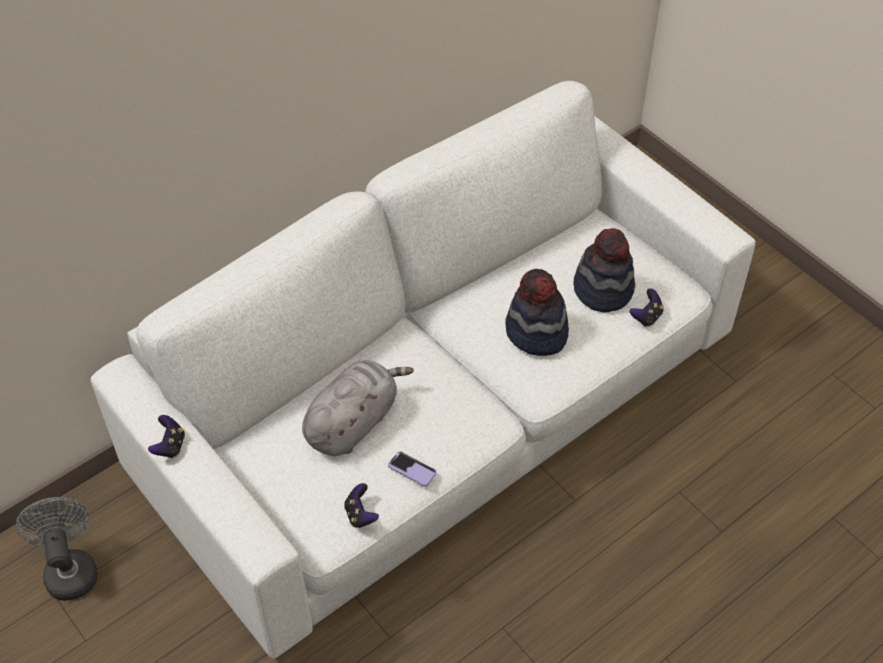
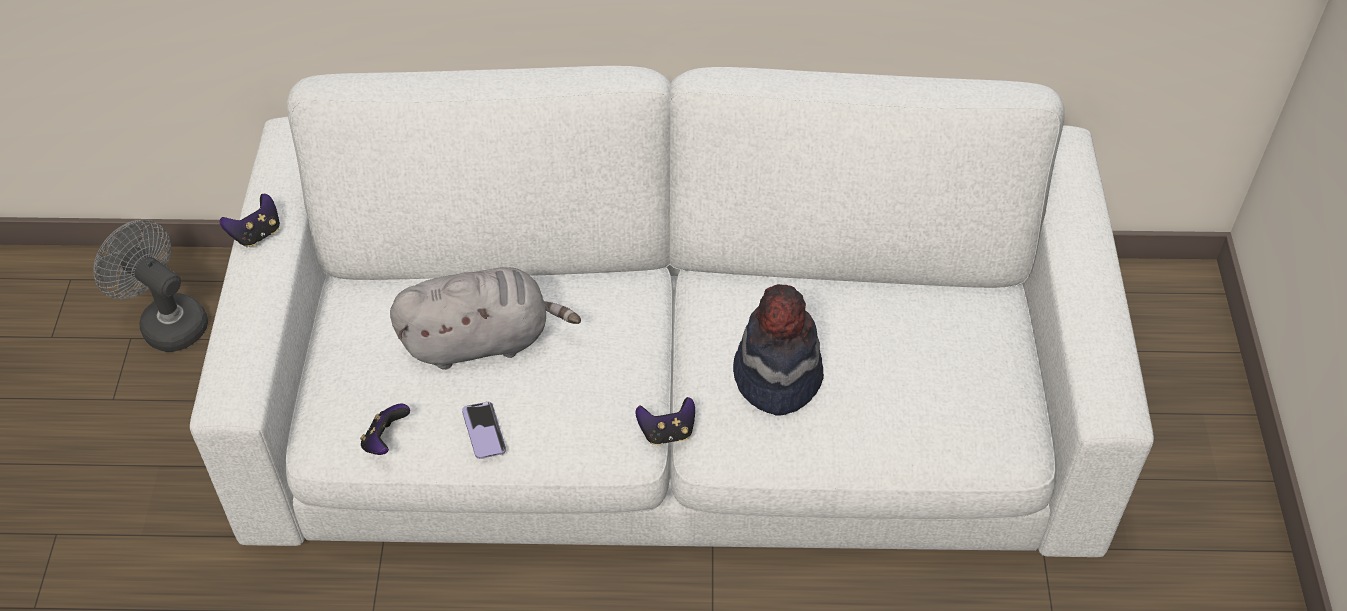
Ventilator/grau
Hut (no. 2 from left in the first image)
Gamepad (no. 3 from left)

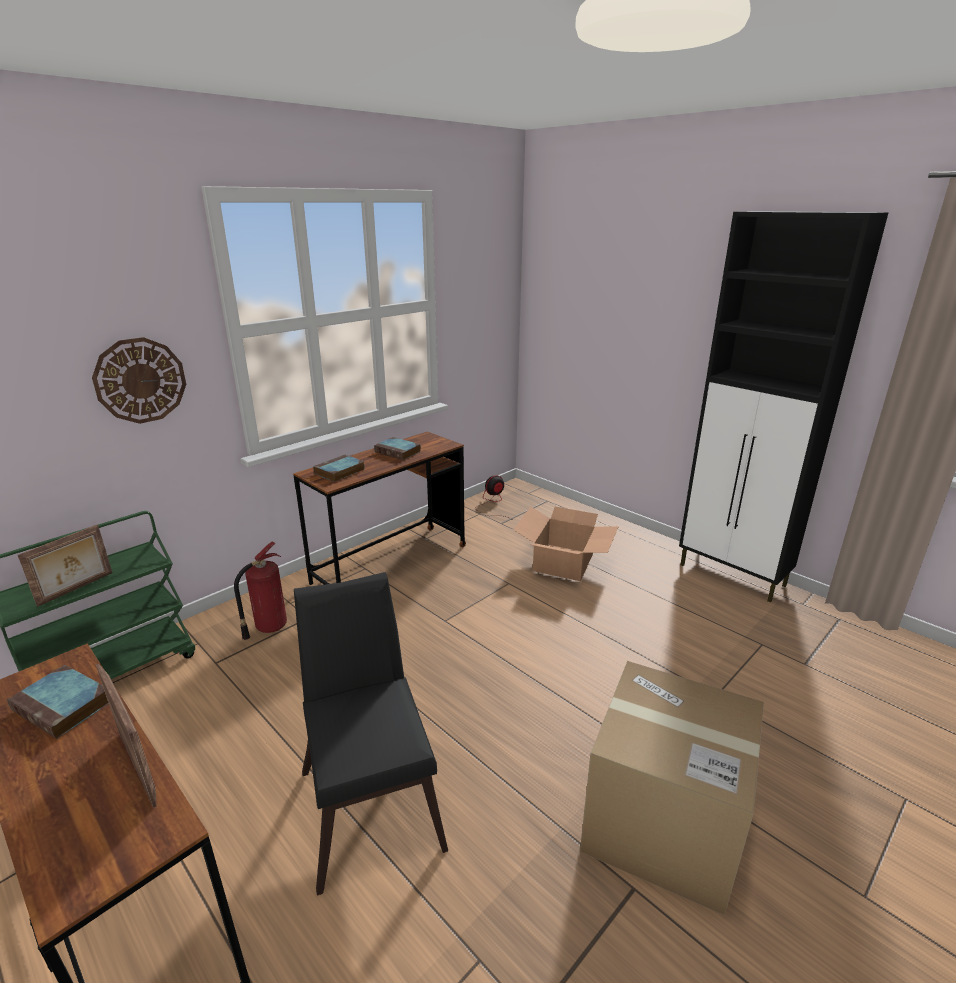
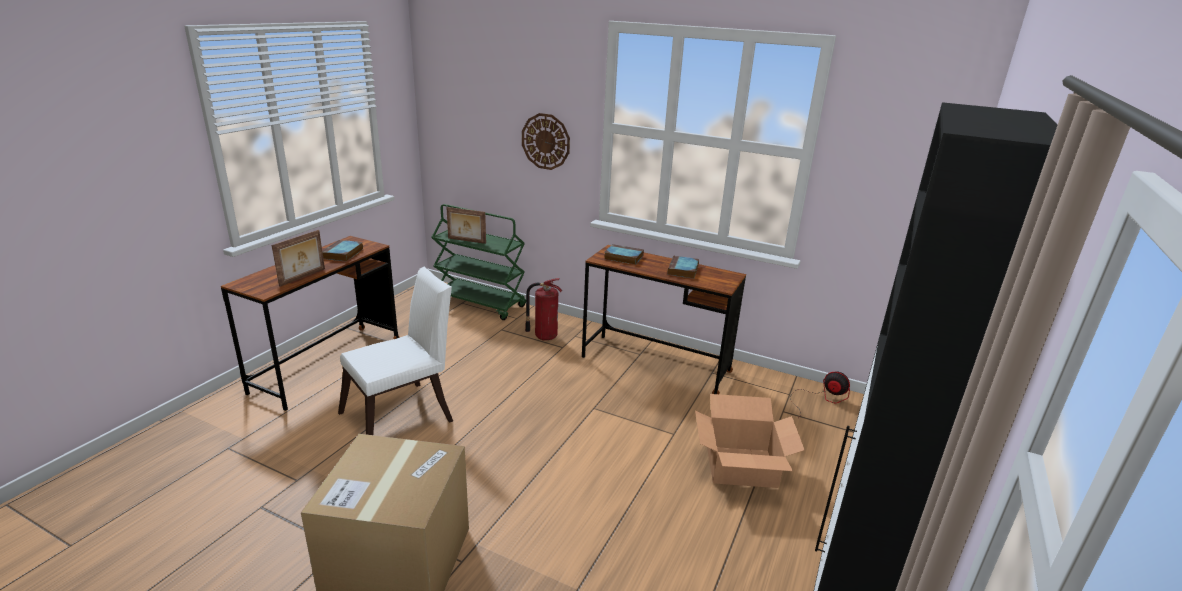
Stuhl/weiß

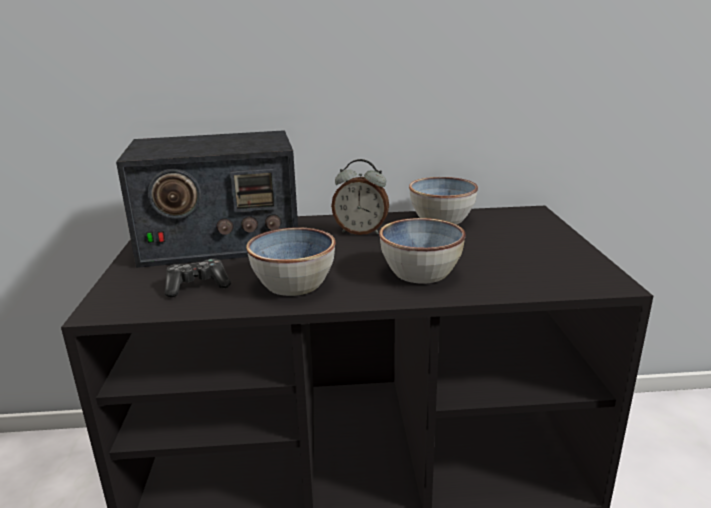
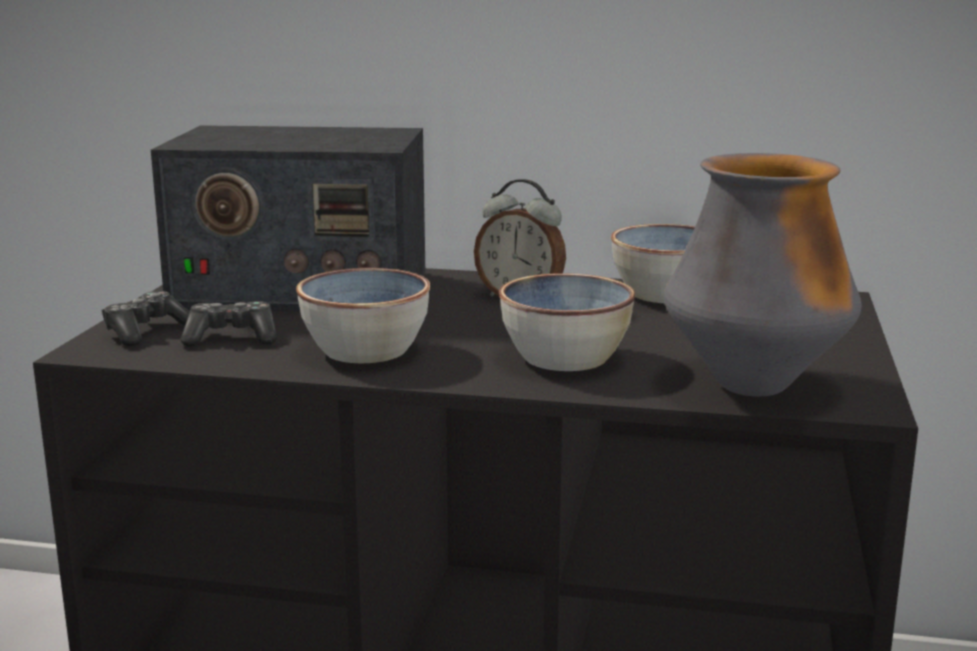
Gamepad (no. 1 from left)
Vase

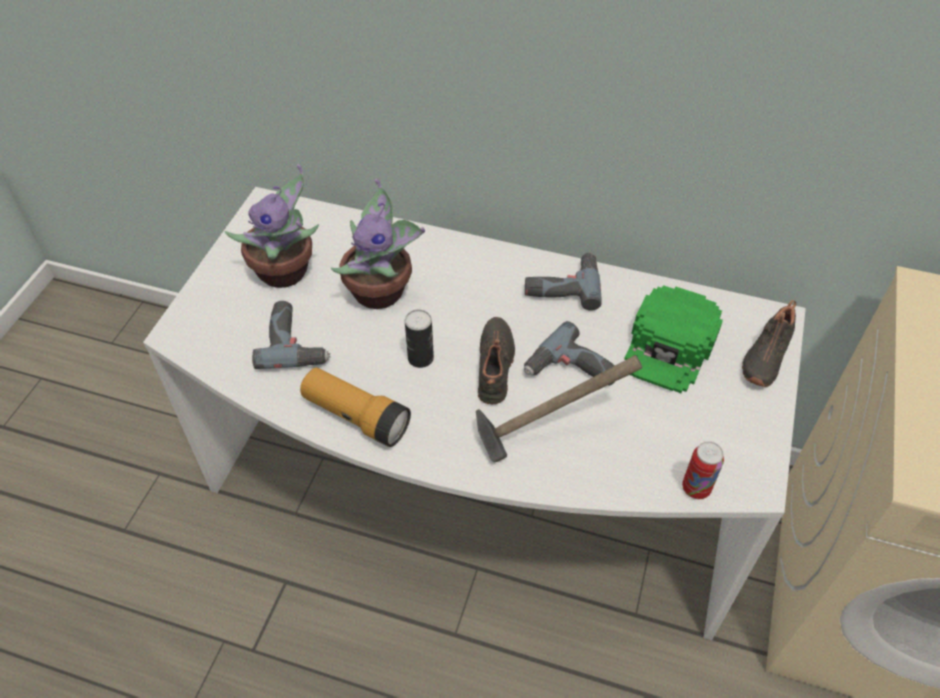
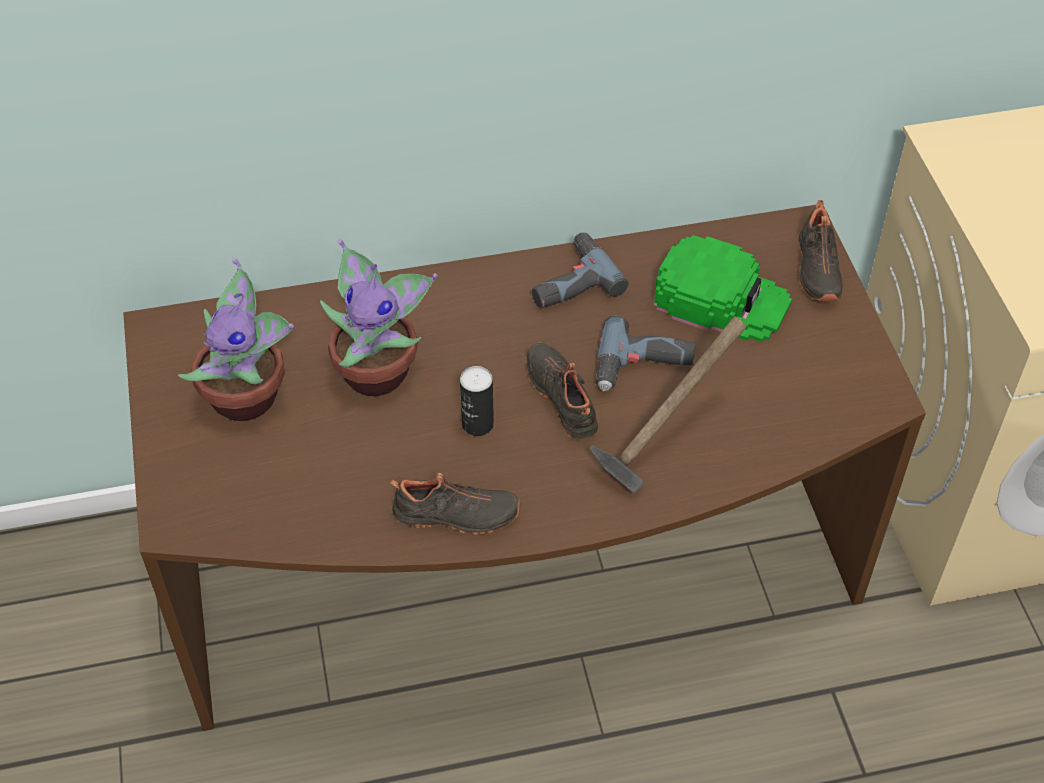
Schreibtisch/braun
Bohrmaschine (no. 1 from left in the first image)
Schuh/schwarz (no. 1 from left)
Kappe/grün
Dose (no. 2 from left in the first image)

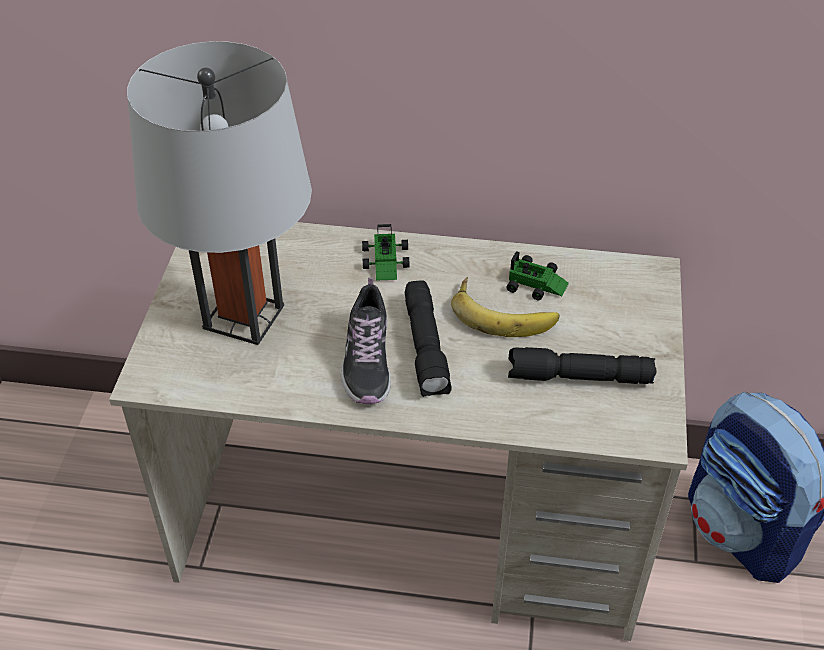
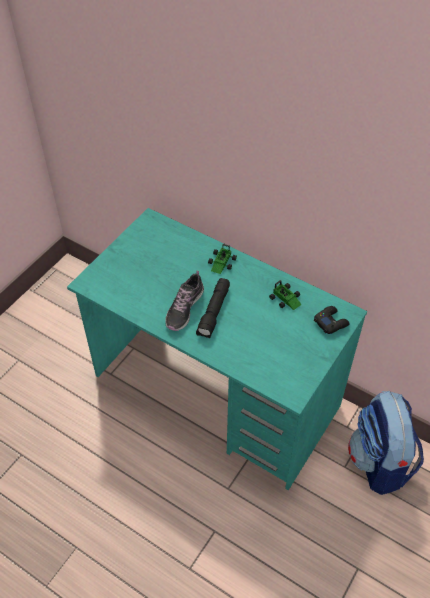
Schreibtisch/türkis
Tischlampe/grau
Banane
Taschenlampe/schwarz (no. 2 from left in the first image)
Gamepad/schwarz

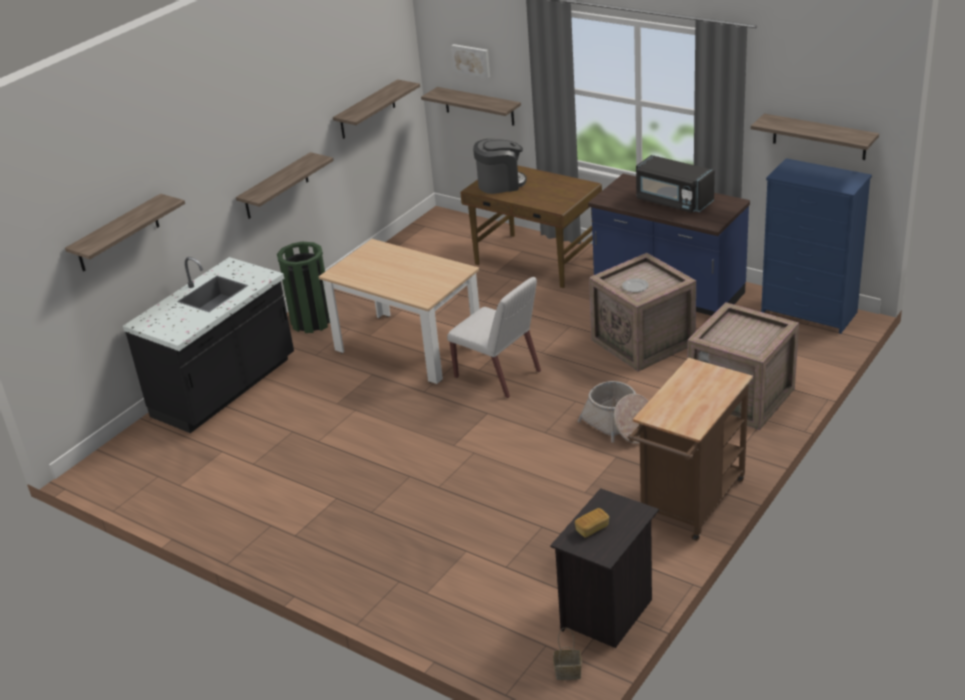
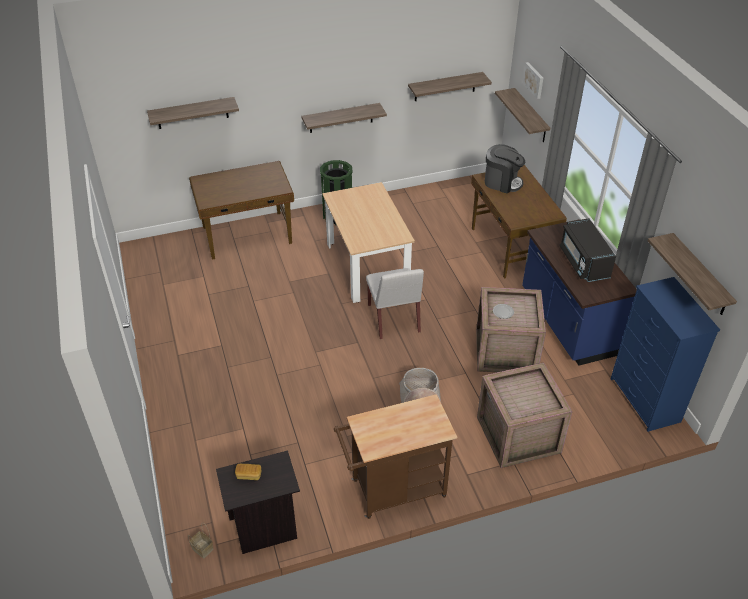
Schreibtisch/braun (no. 1 from left)

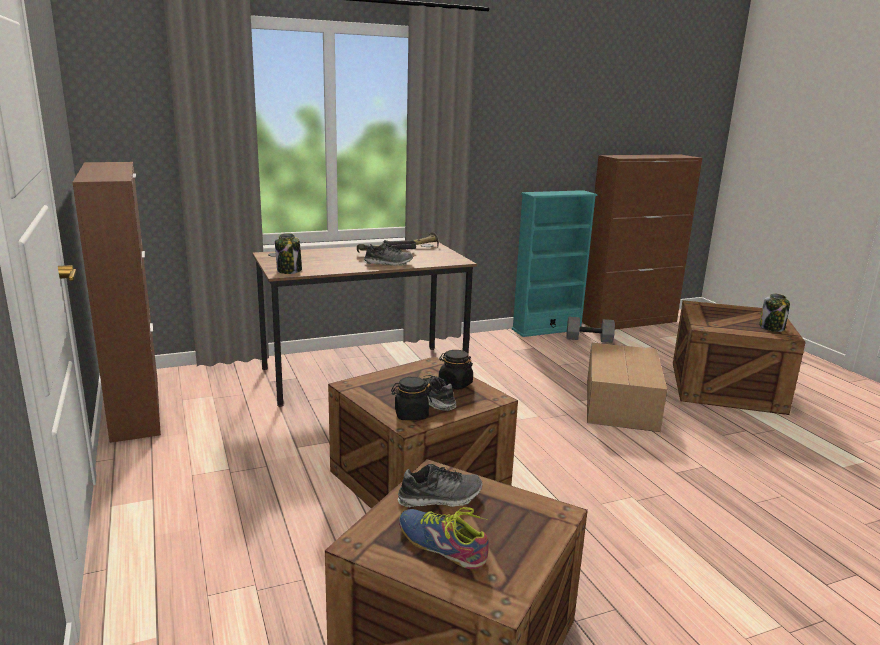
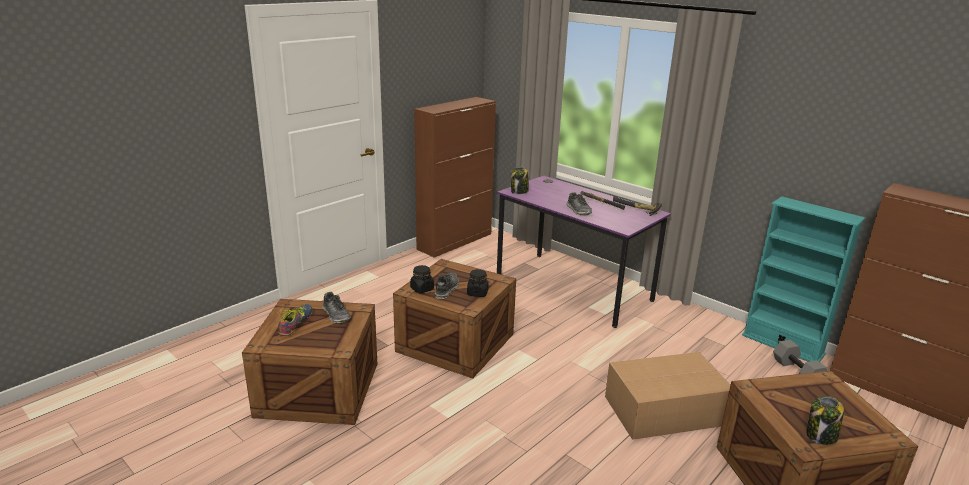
Schreibtisch/lila

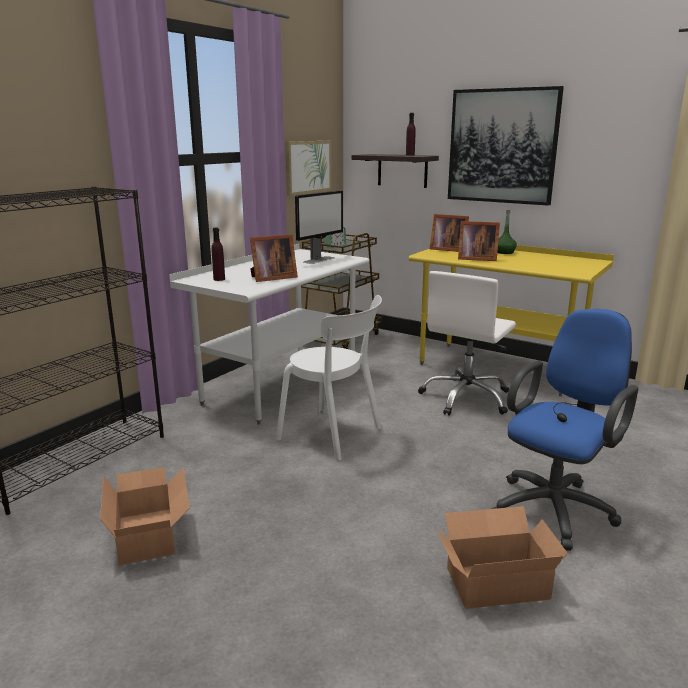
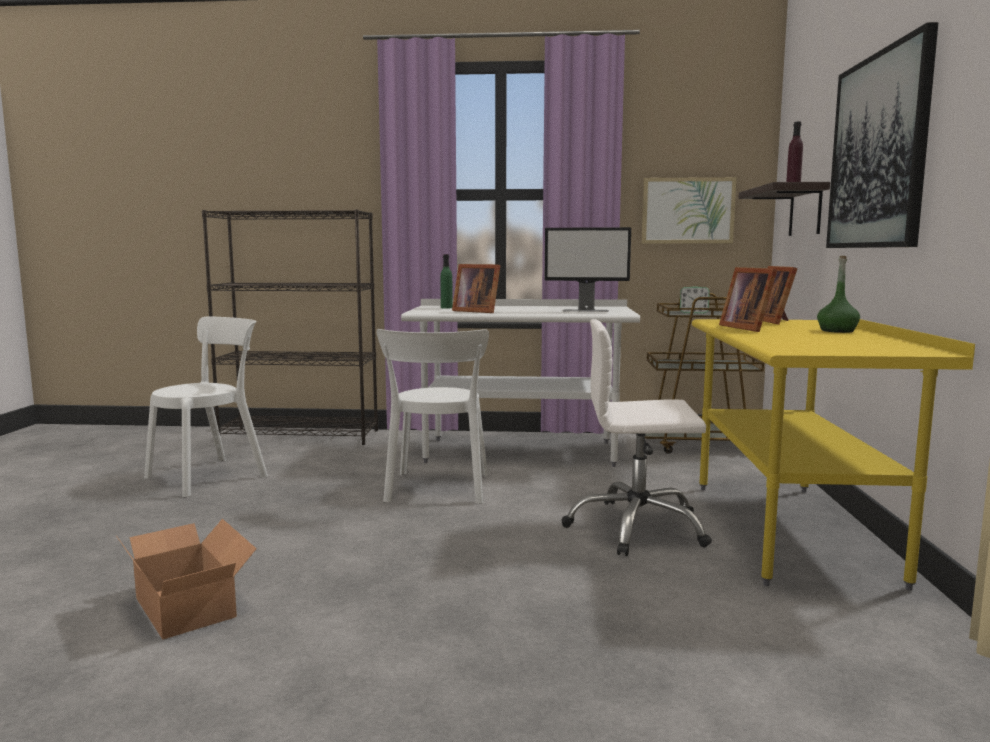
Stuhl/weiß (no. 1 from left)
Flasche/grün (no. 1 from left)
Bürostuhl/blau

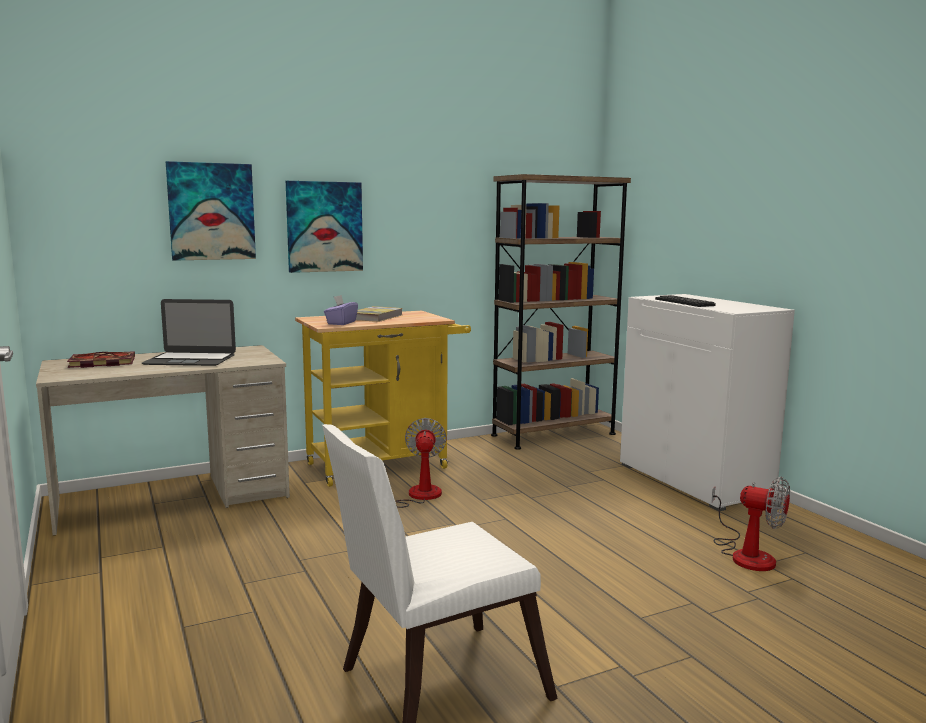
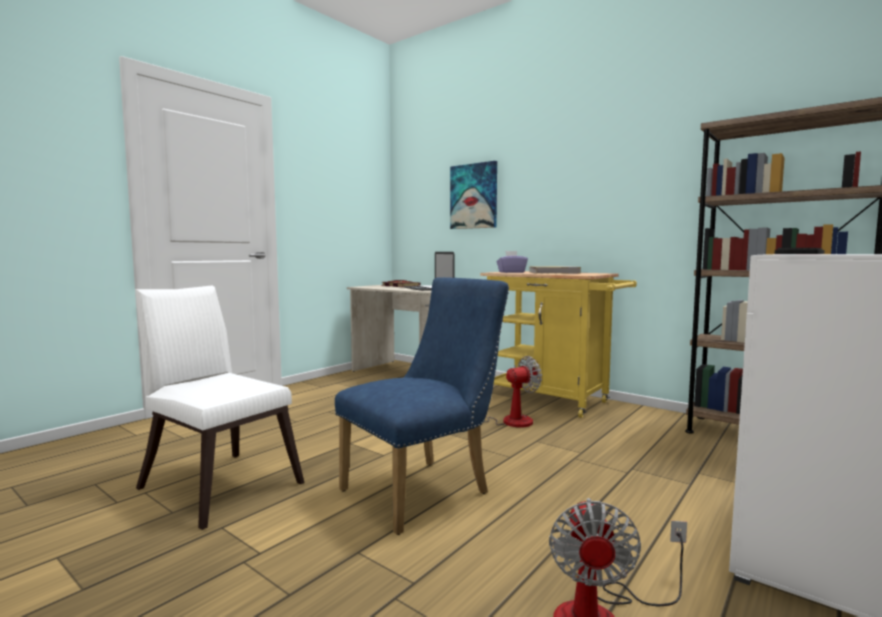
Bild (no. 2 from left in the first image)
Stuhl/blau

